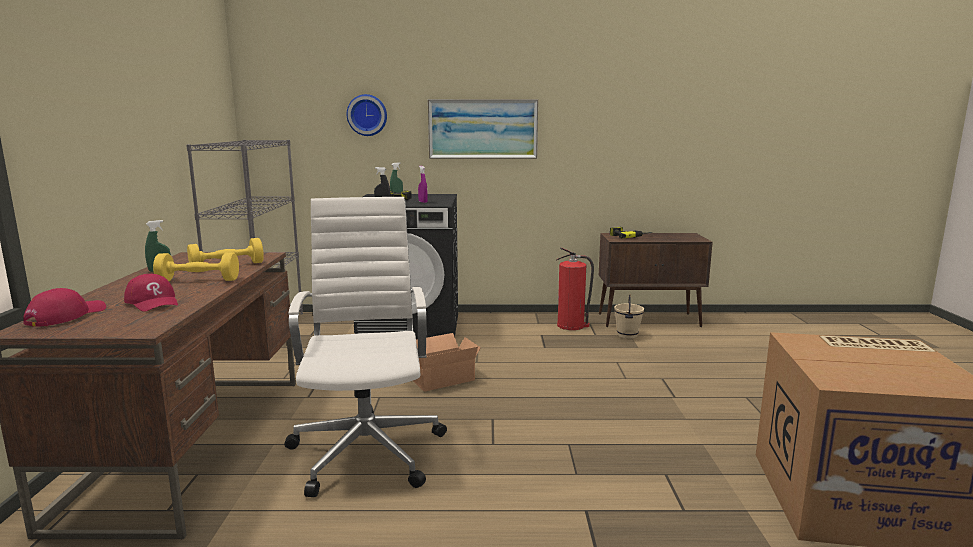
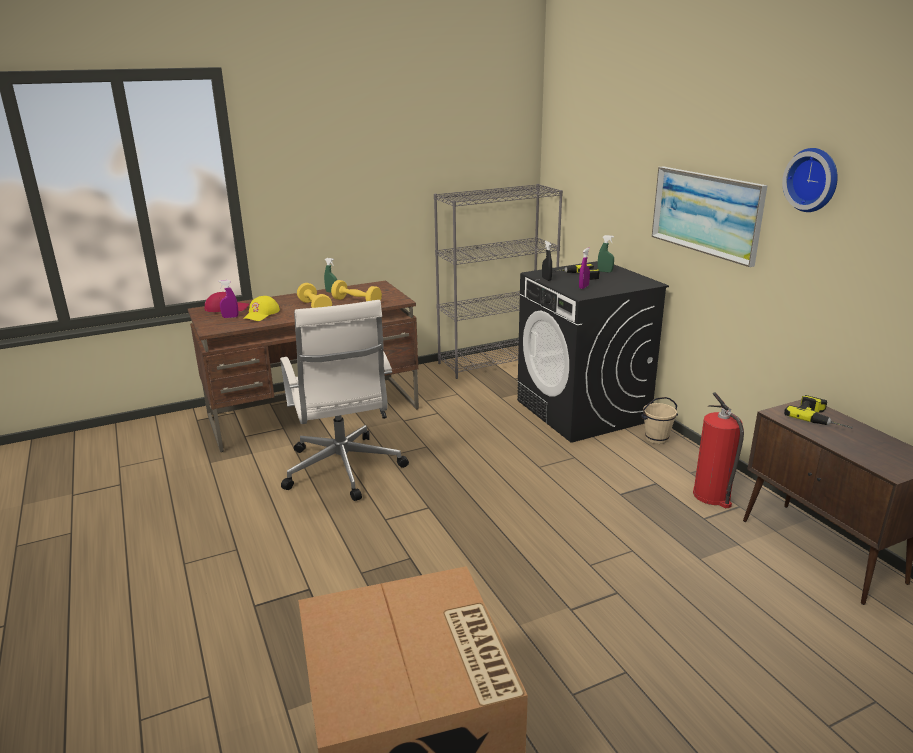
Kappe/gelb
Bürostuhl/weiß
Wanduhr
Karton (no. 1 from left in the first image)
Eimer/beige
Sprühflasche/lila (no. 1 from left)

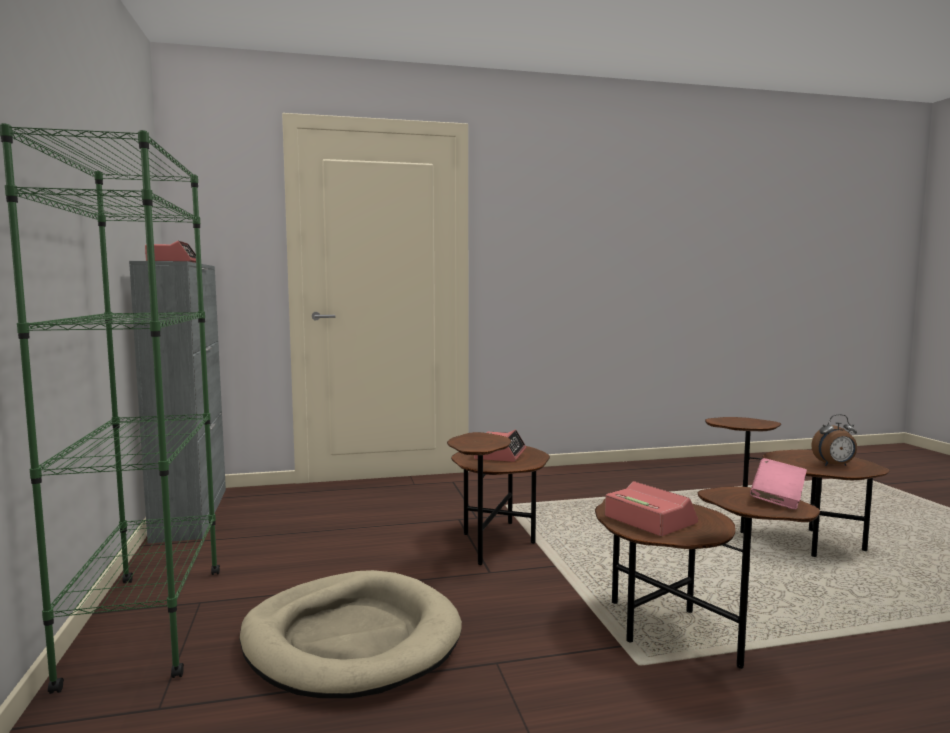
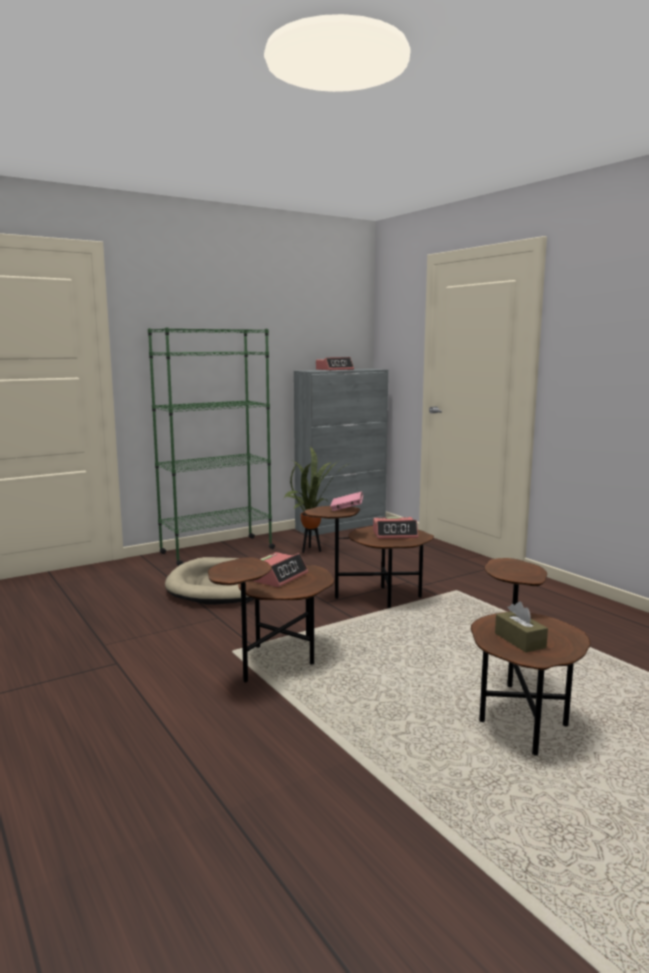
Buch/rosa
Taschentuchbox/braun
Topfpflanze

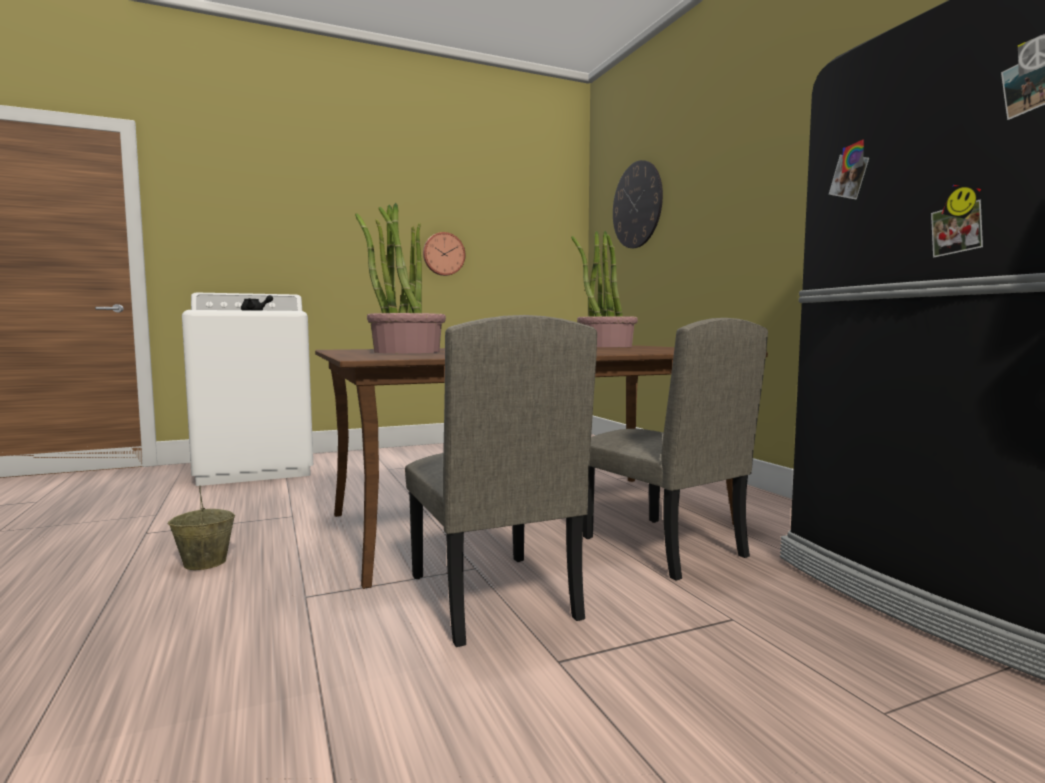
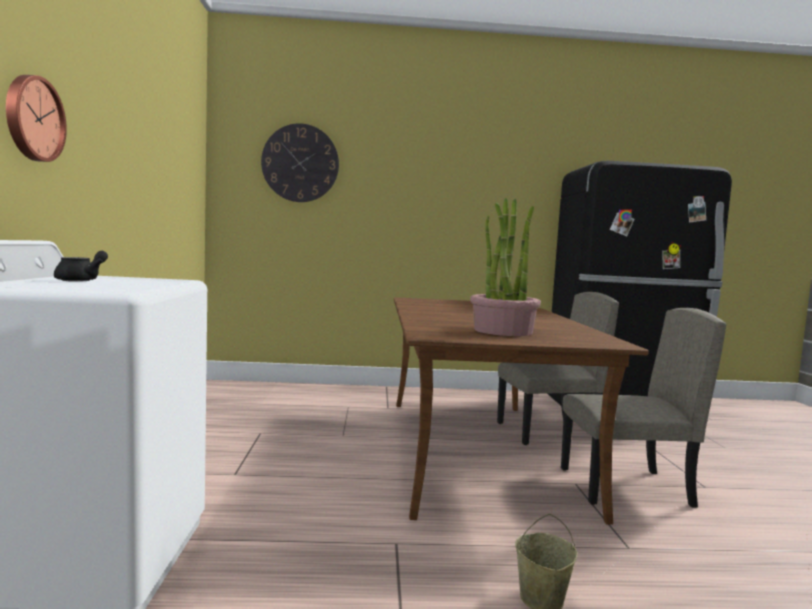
Wanduhr (no. 1 from left)
Topfpflanze (no. 2 from left in the first image)

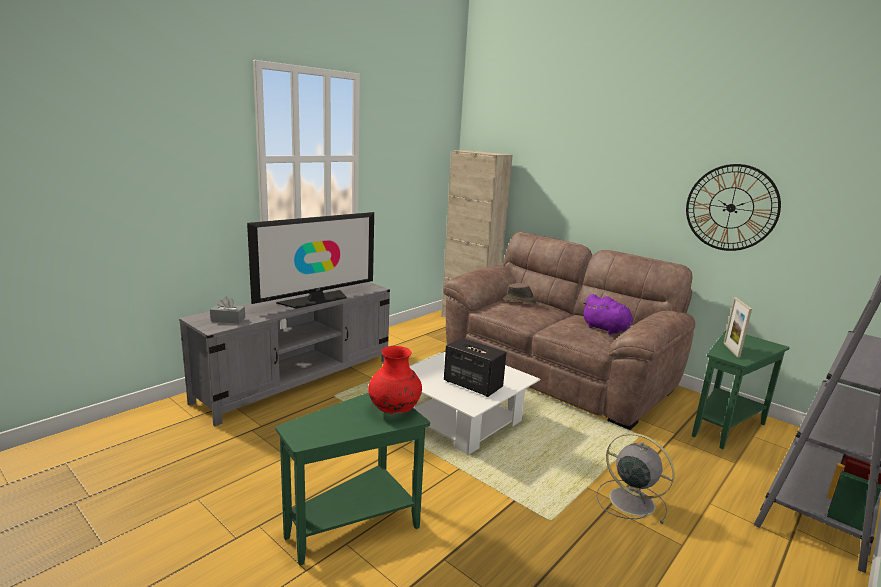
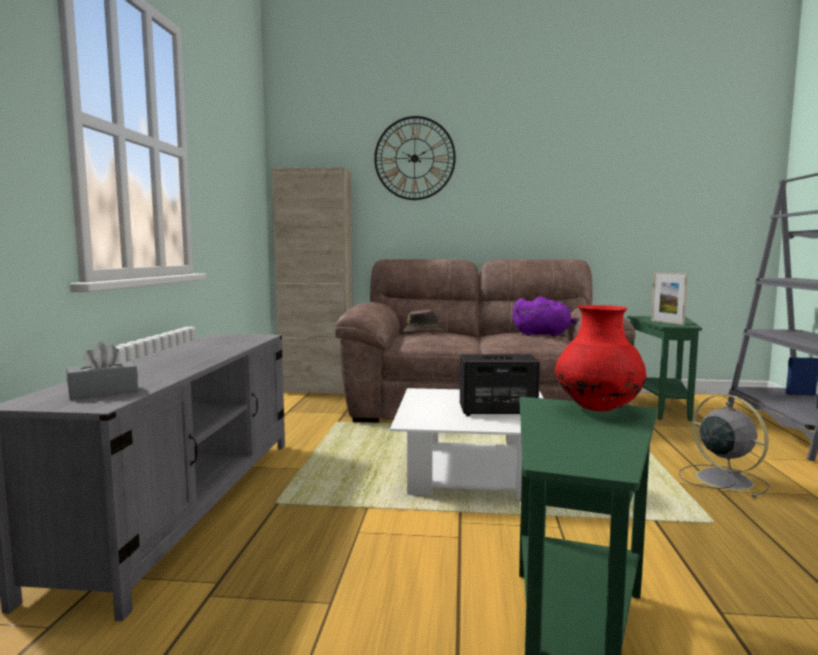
Fernseher
Ventilator/grau
Wanduhr

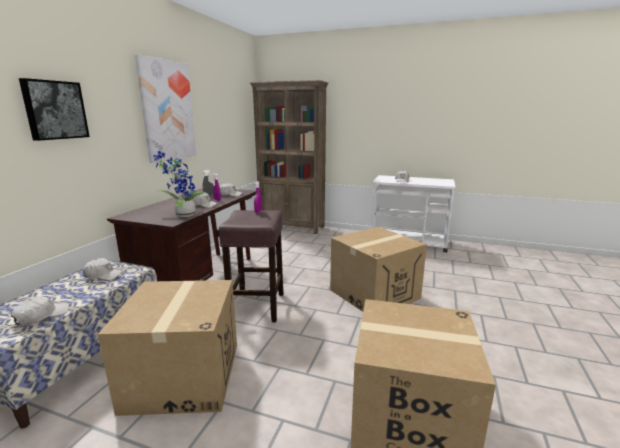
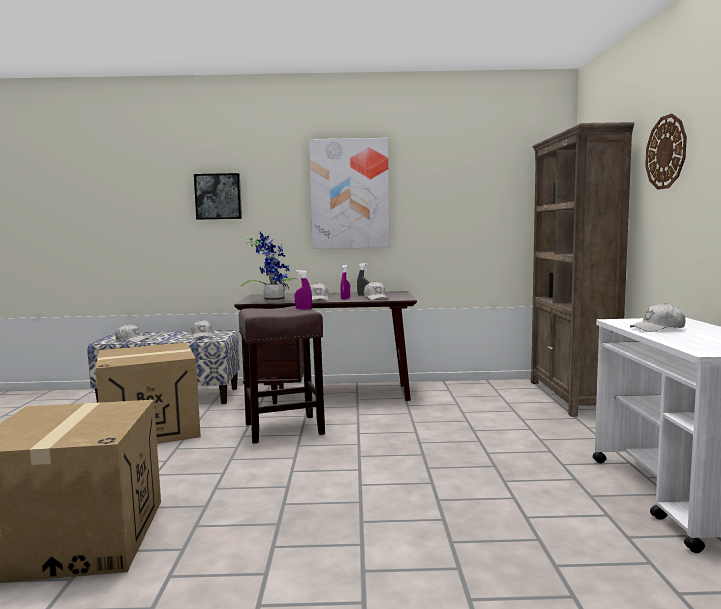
Karton (no. 2 from left in the first image)
Wanduhr

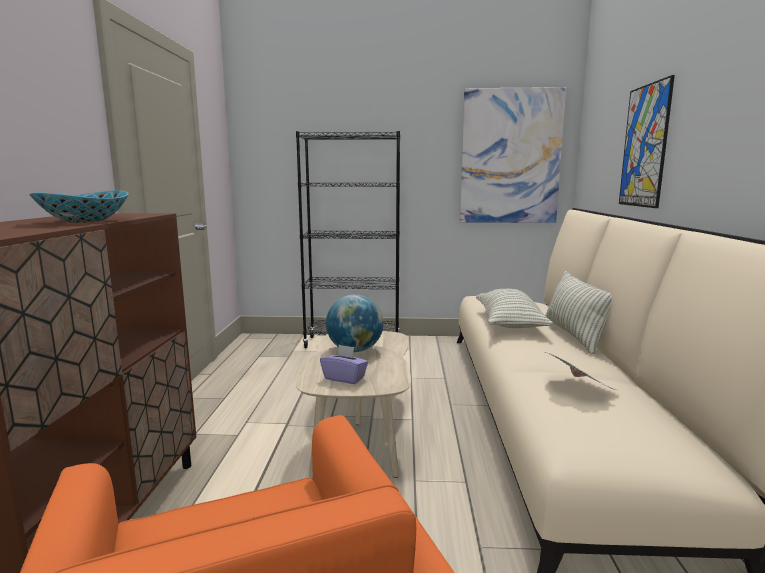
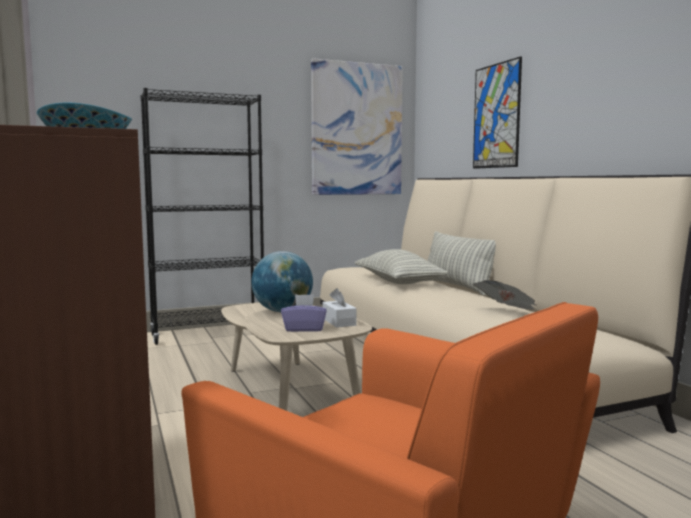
Taschentuchbox/weiß

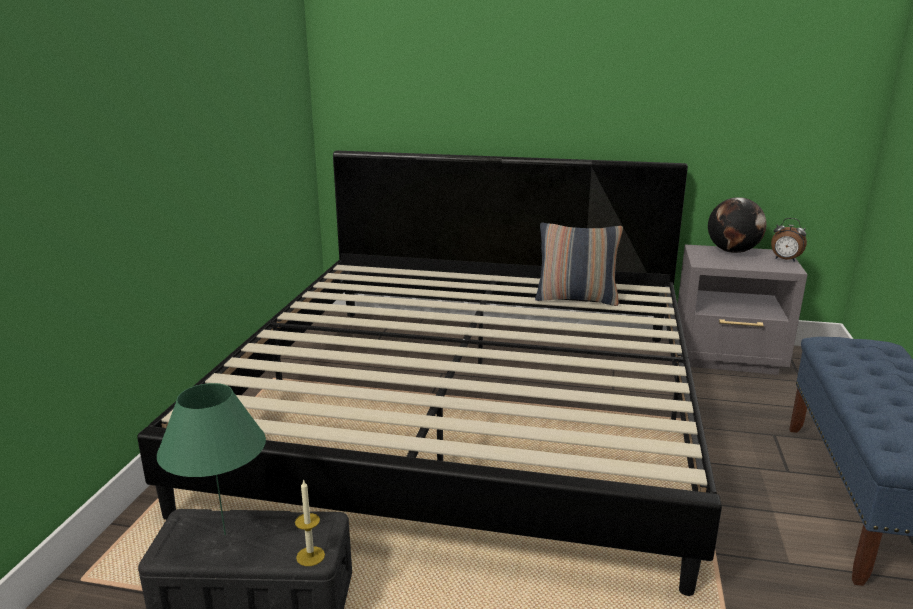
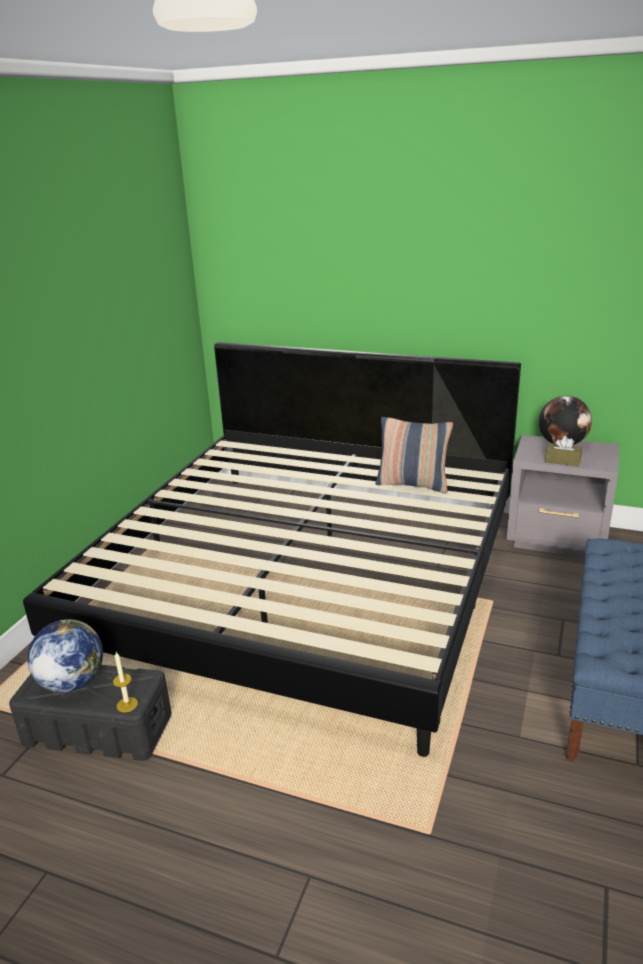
Globus (no. 1 from left)
Wecker
Taschentuchbox/braun

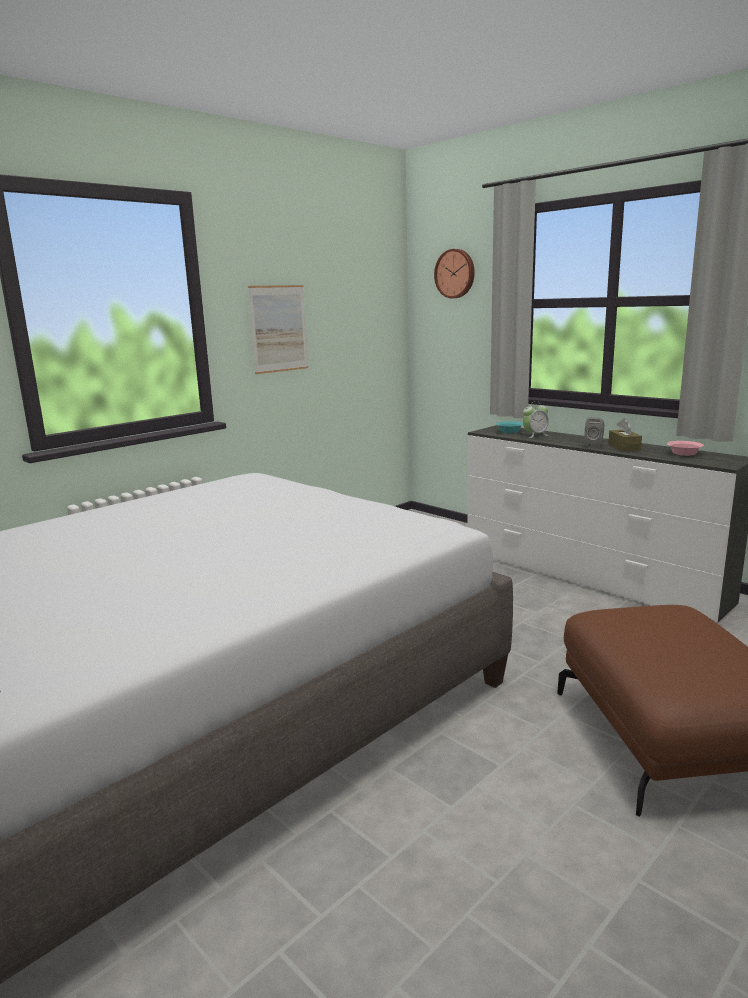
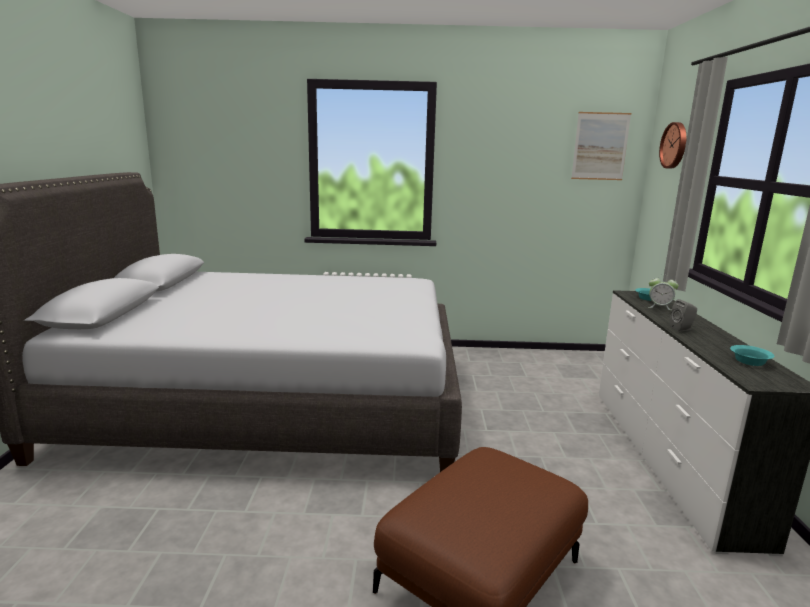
Bild
Taschentuchbox/braun
Schüssel/türkis (no. 2 from left)

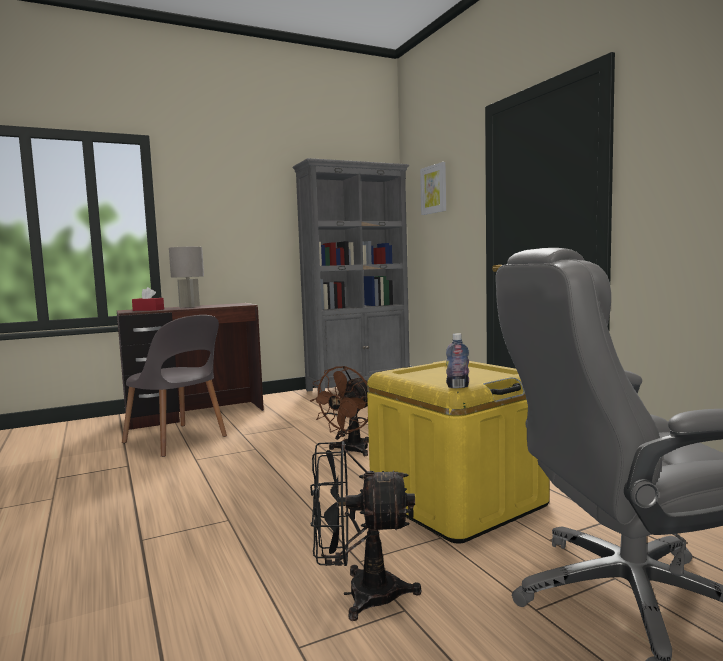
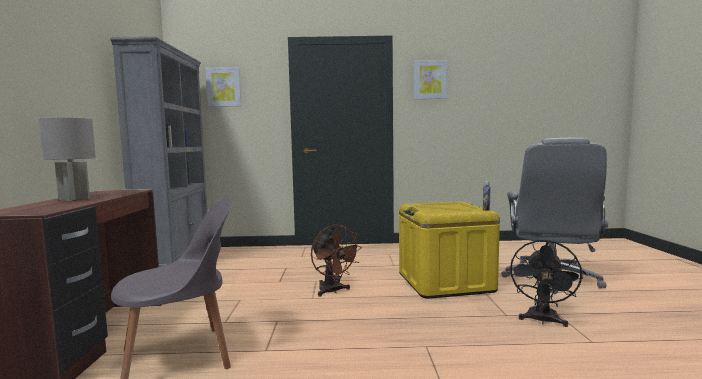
Taschentuchbox/rot
Bild (no. 2 from left)

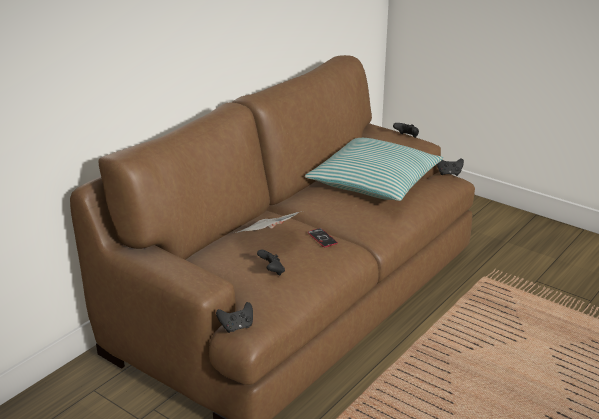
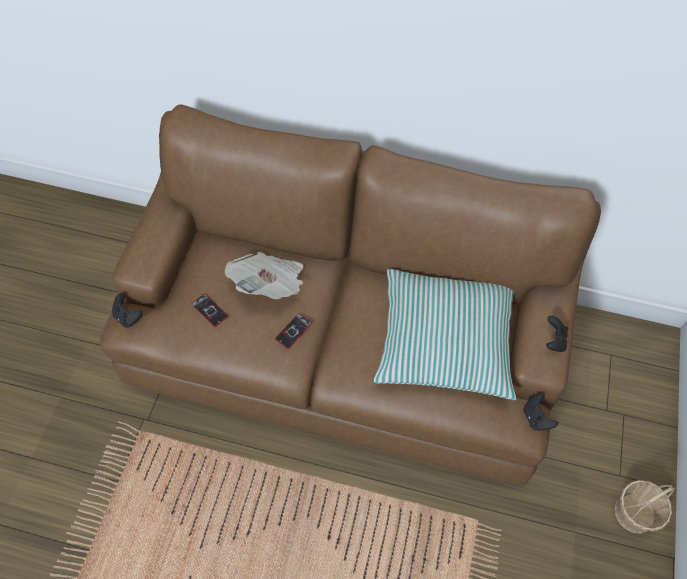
Handy (no. 1 from left)
Korb

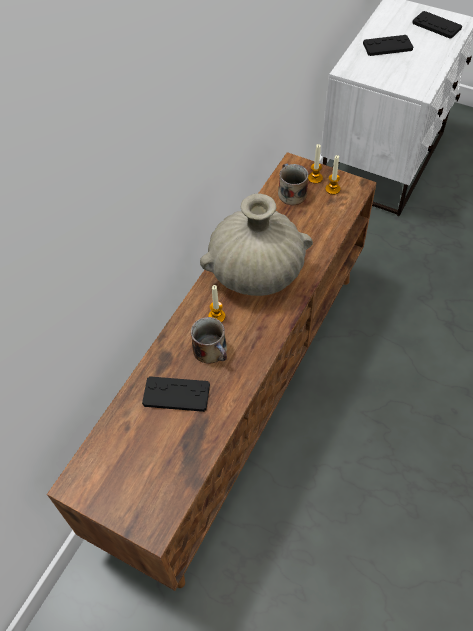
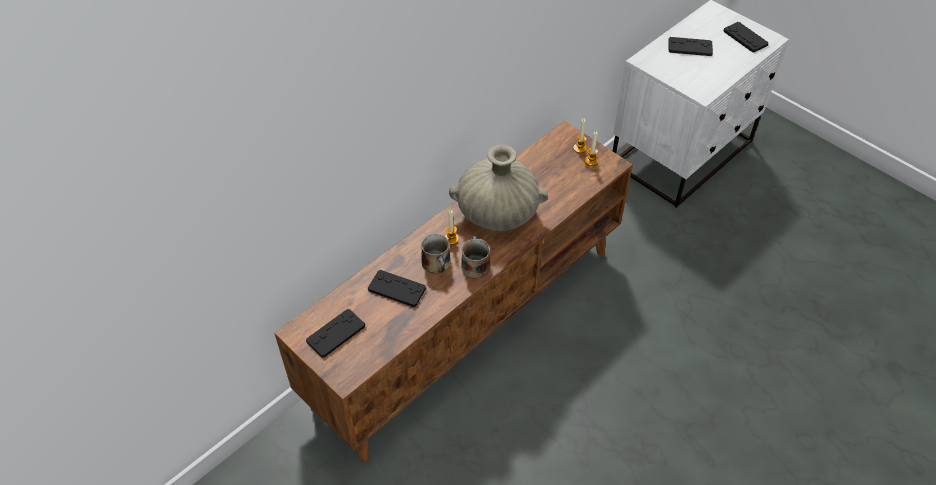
Henkelbecher (no. 2 from left)
Gamepad/schwarz (no. 1 from left)

